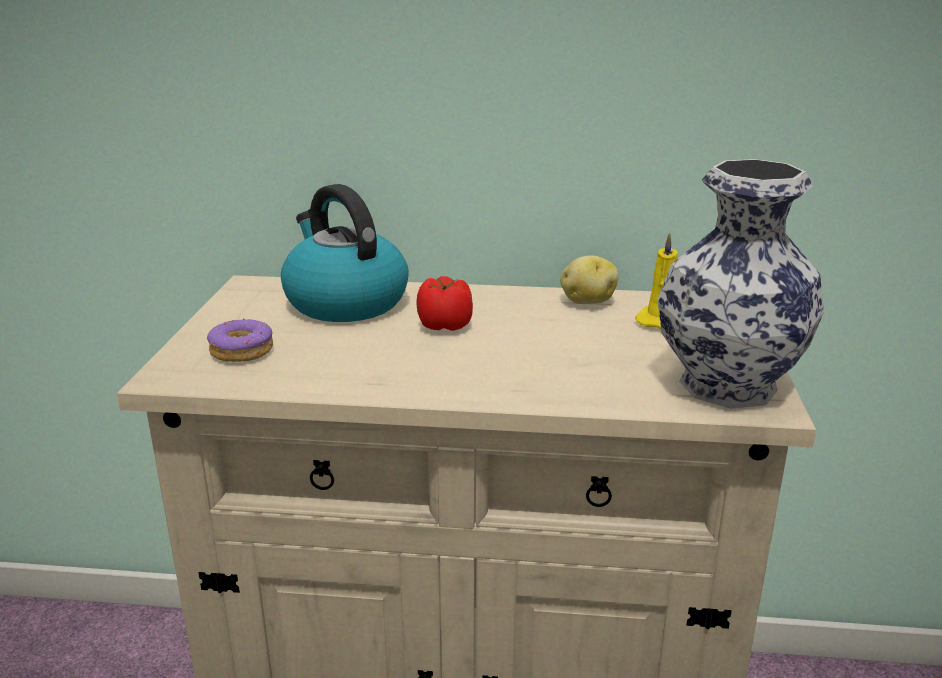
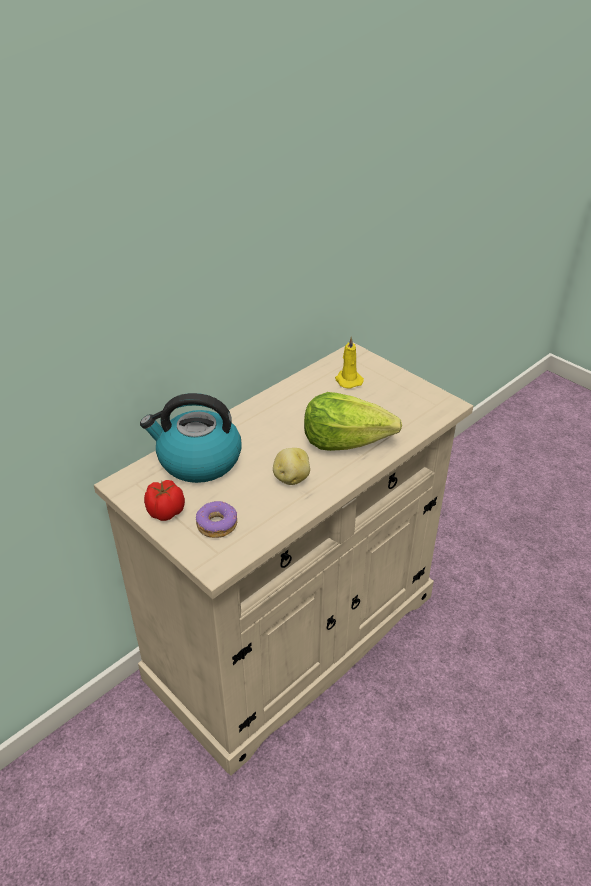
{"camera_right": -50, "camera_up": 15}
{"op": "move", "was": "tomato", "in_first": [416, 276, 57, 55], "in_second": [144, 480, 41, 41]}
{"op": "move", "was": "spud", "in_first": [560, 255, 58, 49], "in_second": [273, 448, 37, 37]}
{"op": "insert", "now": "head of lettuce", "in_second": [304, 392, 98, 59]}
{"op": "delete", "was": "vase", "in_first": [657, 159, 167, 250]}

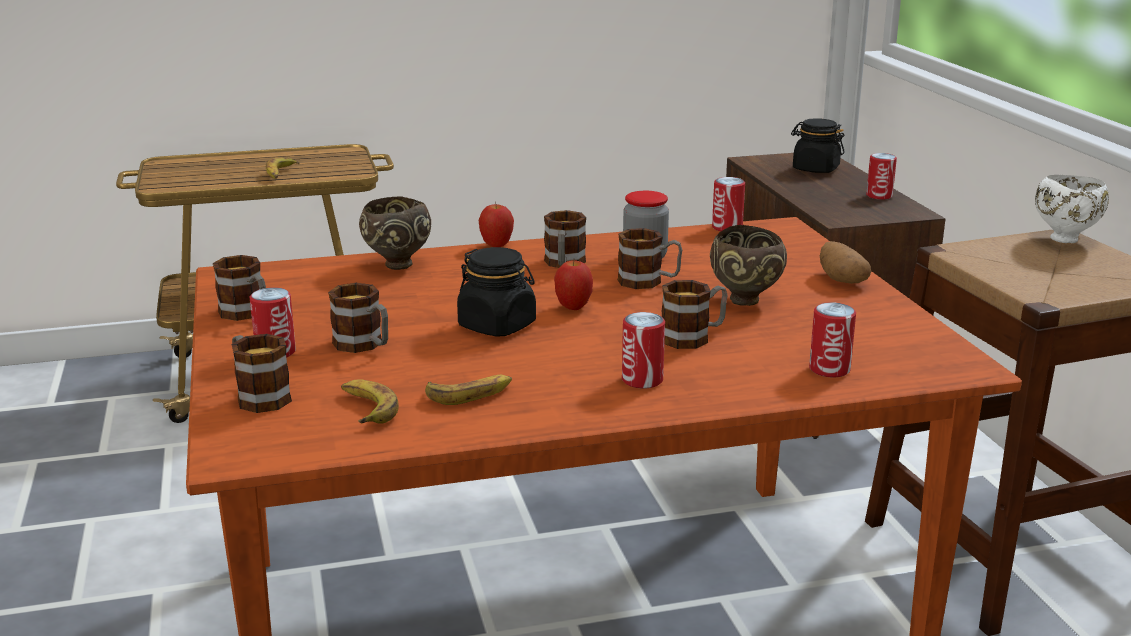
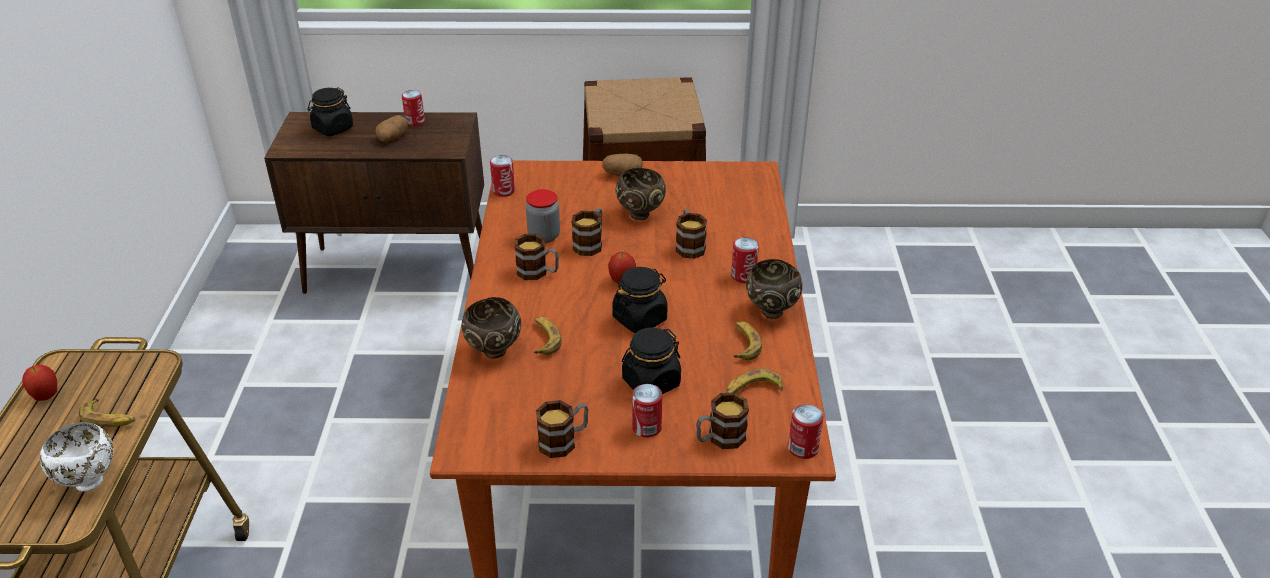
{"camera_right": -75, "camera_up": 15}
{"op": "move", "was": "apple", "in_first": [478, 202, 36, 45], "in_second": [22, 365, 35, 36]}
{"op": "move", "was": "white deep dish", "in_first": [1035, 175, 74, 68], "in_second": [40, 422, 73, 70]}
{"op": "insert", "now": "spud", "in_second": [376, 115, 32, 27]}
{"op": "insert", "now": "banana", "in_second": [533, 317, 29, 38]}
{"op": "replace", "was": "coffee mug", "now": "black-coloured storage jar", "in_first": [328, 283, 60, 70], "in_second": [622, 328, 59, 66]}
{"op": "insert", "now": "brown-coloured deep dish", "in_second": [746, 259, 57, 60]}
{"op": "move", "was": "metal can", "in_first": [809, 302, 47, 75], "in_second": [788, 404, 35, 55]}

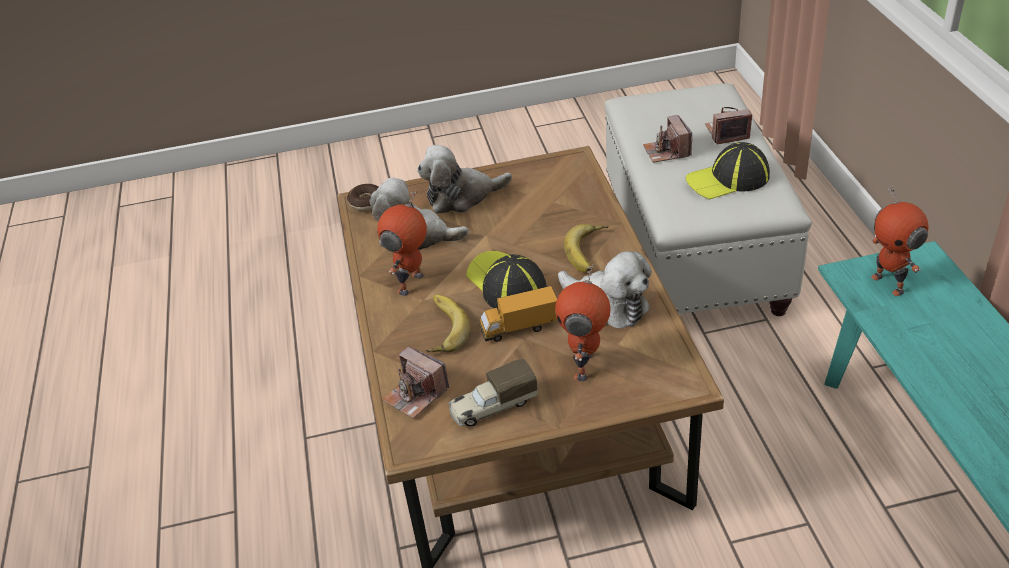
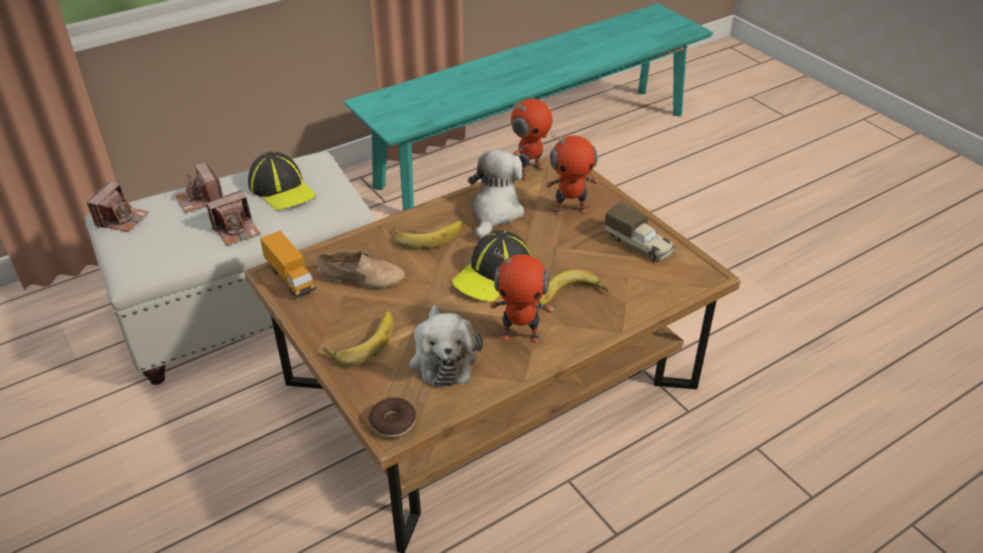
{"camera_right": -115, "camera_up": 0}
{"op": "move", "was": "still camera", "in_first": [382, 346, 68, 73], "in_second": [87, 182, 62, 50]}
{"op": "move", "was": "toy truck", "in_first": [480, 286, 77, 56], "in_second": [260, 231, 56, 67]}
{"op": "insert", "now": "beige-coloured low shoe", "in_second": [317, 251, 88, 38]}
{"op": "replace", "was": "soft toy", "now": "banana", "in_first": [417, 145, 95, 69], "in_second": [323, 311, 71, 55]}
{"op": "move", "was": "toy robot", "in_first": [871, 186, 58, 110], "in_second": [511, 98, 41, 82]}

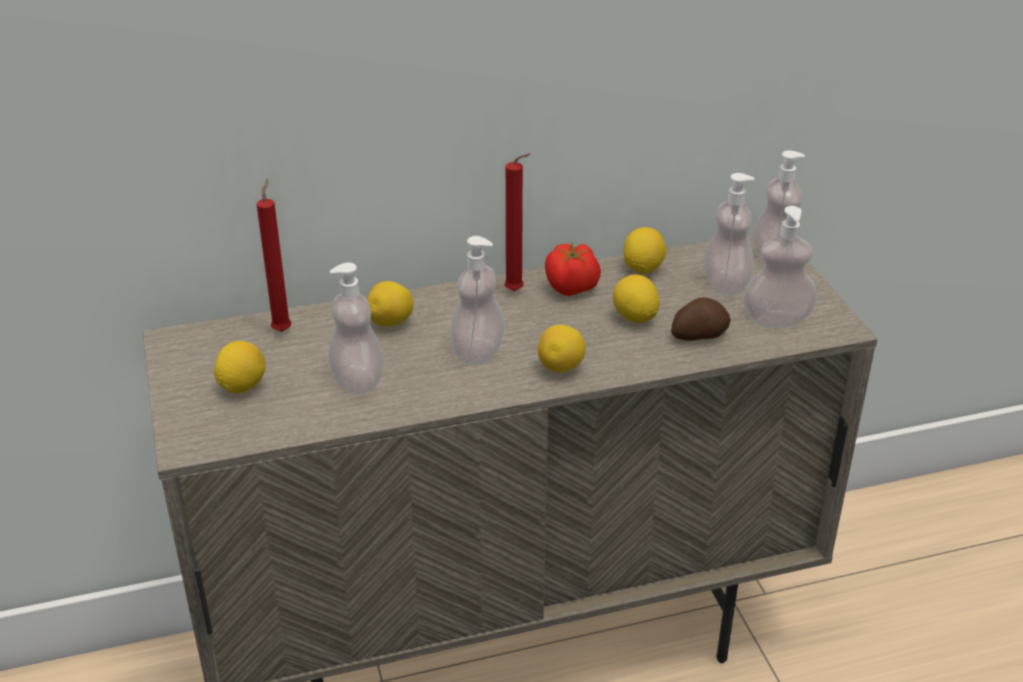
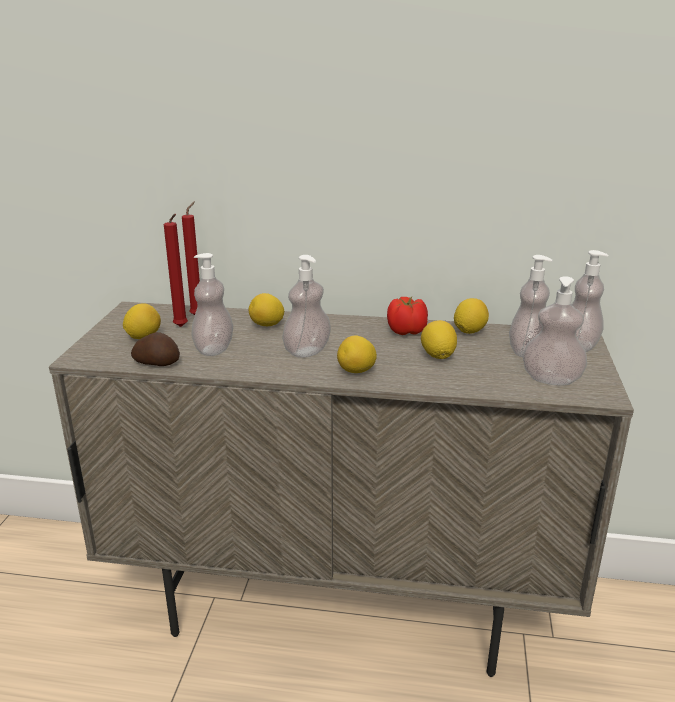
{"camera_right": 25, "camera_up": -10}
{"op": "move", "was": "spud", "in_first": [671, 297, 60, 43], "in_second": [131, 332, 49, 34]}
{"op": "move", "was": "red wax candle", "in_first": [504, 153, 27, 138], "in_second": [164, 214, 24, 113]}

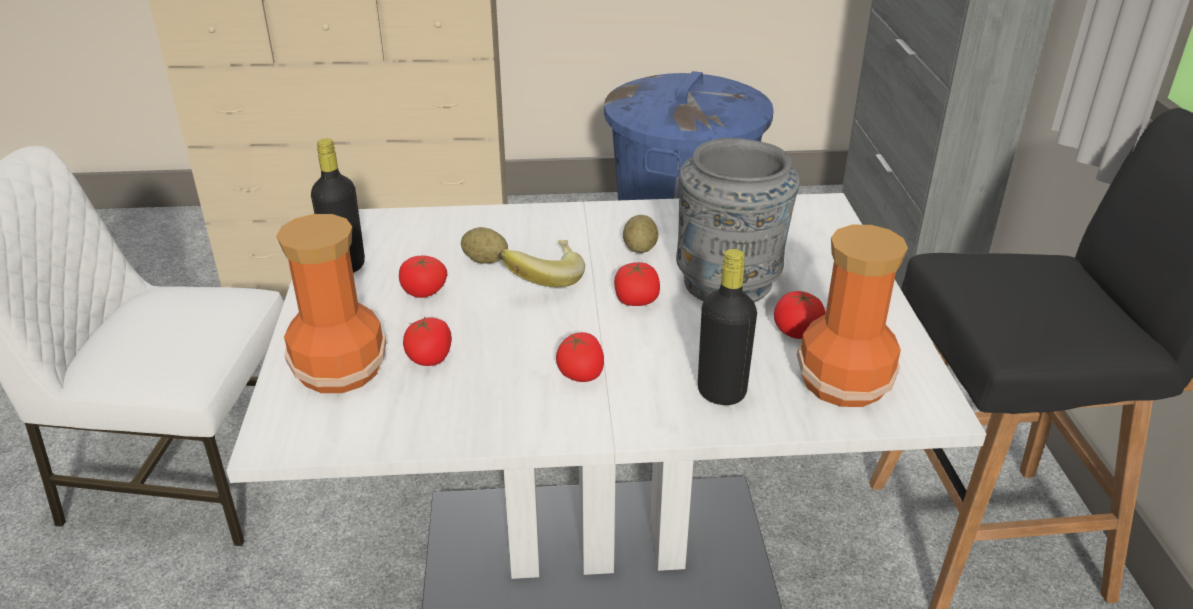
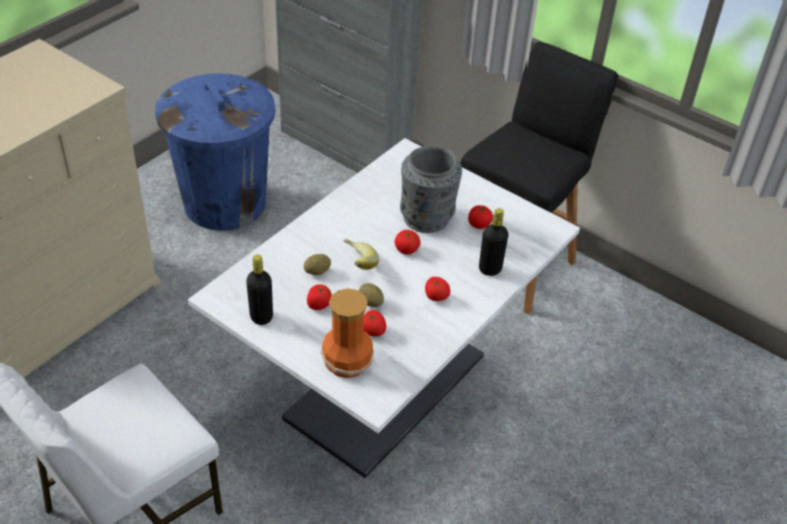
{"camera_right": -50, "camera_up": 10}
{"op": "move", "was": "spud", "in_first": [623, 215, 35, 38], "in_second": [359, 283, 25, 24]}
{"op": "delete", "was": "vase", "in_first": [797, 225, 111, 182]}

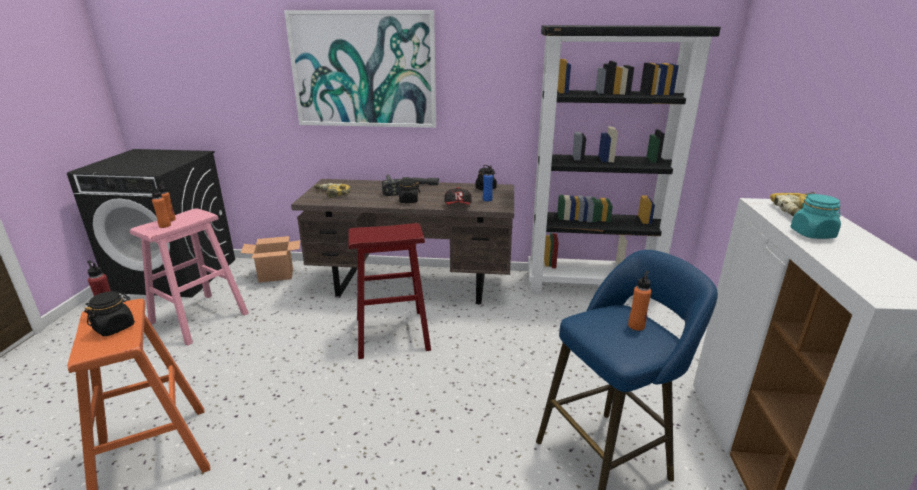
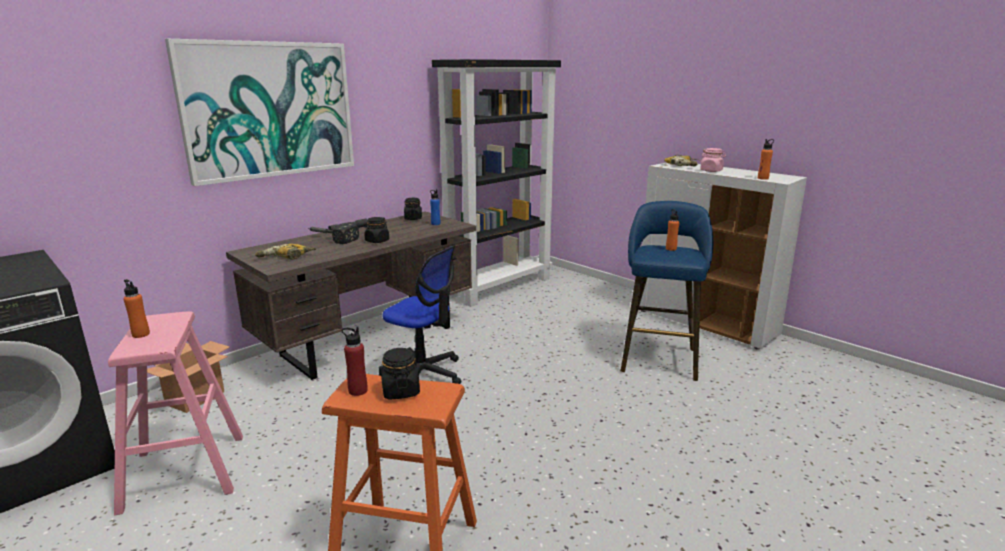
{"camera_right": -50, "camera_up": -5}
{"op": "replace", "was": "red stool seat", "now": "computer chair", "in_first": [348, 223, 83, 136], "in_second": [379, 246, 82, 138]}
{"op": "recolor", "was": "turquoise-coloured storage jar", "now": "pink-coloured storage jar", "in_first": [790, 194, 51, 45], "in_second": [700, 148, 26, 24]}
{"op": "move", "was": "orange drink bottle", "in_first": [150, 187, 21, 41], "in_second": [758, 139, 16, 41]}
{"op": "delete", "was": "baseball cap", "in_first": [444, 187, 28, 18]}

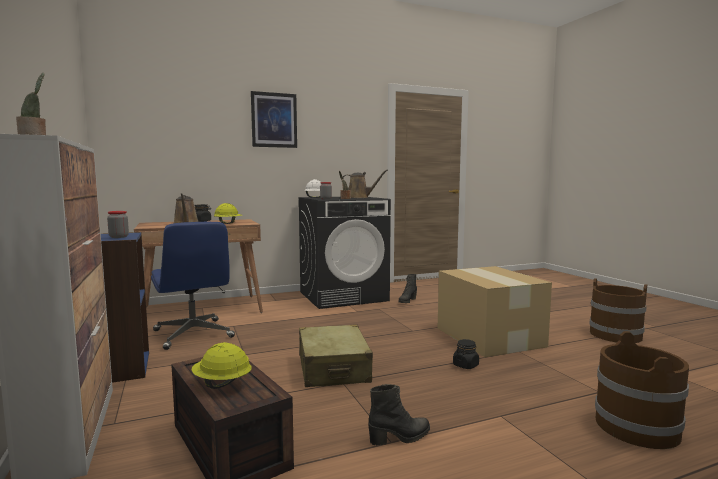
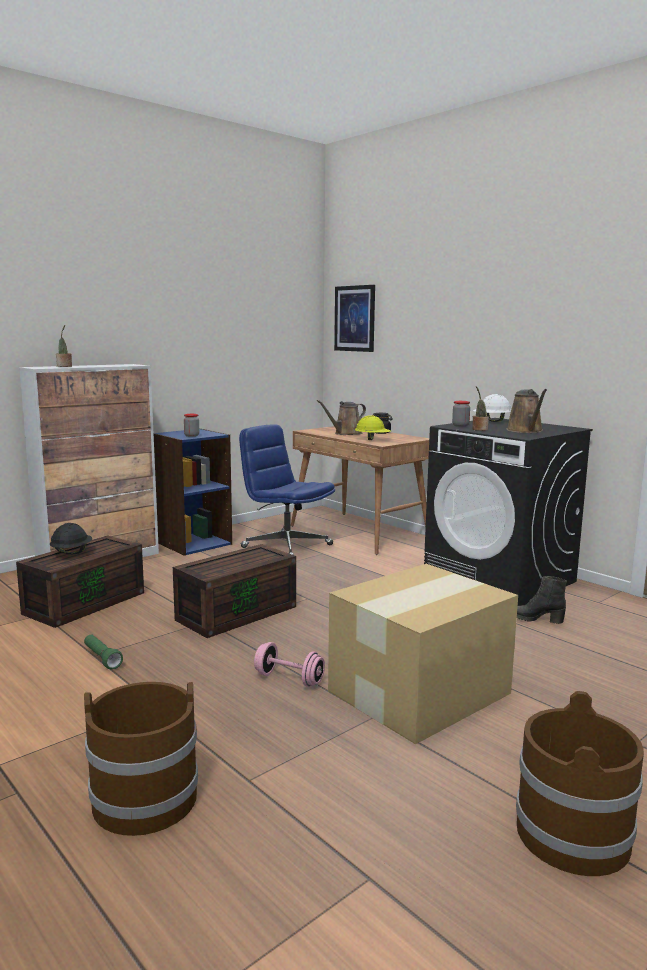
{"camera_right": 70, "camera_up": 5}
{"op": "recolor", "was": "yellow work helmet", "now": "black-coloured work helmet", "in_first": [192, 342, 60, 47], "in_second": [50, 523, 42, 31]}
{"op": "replace", "was": "black-coloured boot", "now": "green torch", "in_first": [368, 384, 62, 61], "in_second": [84, 635, 39, 34]}
{"op": "replace", "was": "beige-coloured travel case", "now": "brown-coloured storage container", "in_first": [299, 324, 74, 63], "in_second": [173, 544, 123, 94]}
{"op": "rotate", "was": "blue computer chair", "in_first": [151, 222, 84, 128], "in_second": [239, 424, 96, 131], "clockwise": 90}
{"op": "replace", "was": "black-coloured storage jar", "now": "pink-coloured hand weight", "in_first": [453, 339, 26, 30], "in_second": [254, 642, 71, 45]}
{"op": "move", "was": "picture", "in_first": [251, 91, 46, 57], "in_second": [334, 285, 41, 67]}

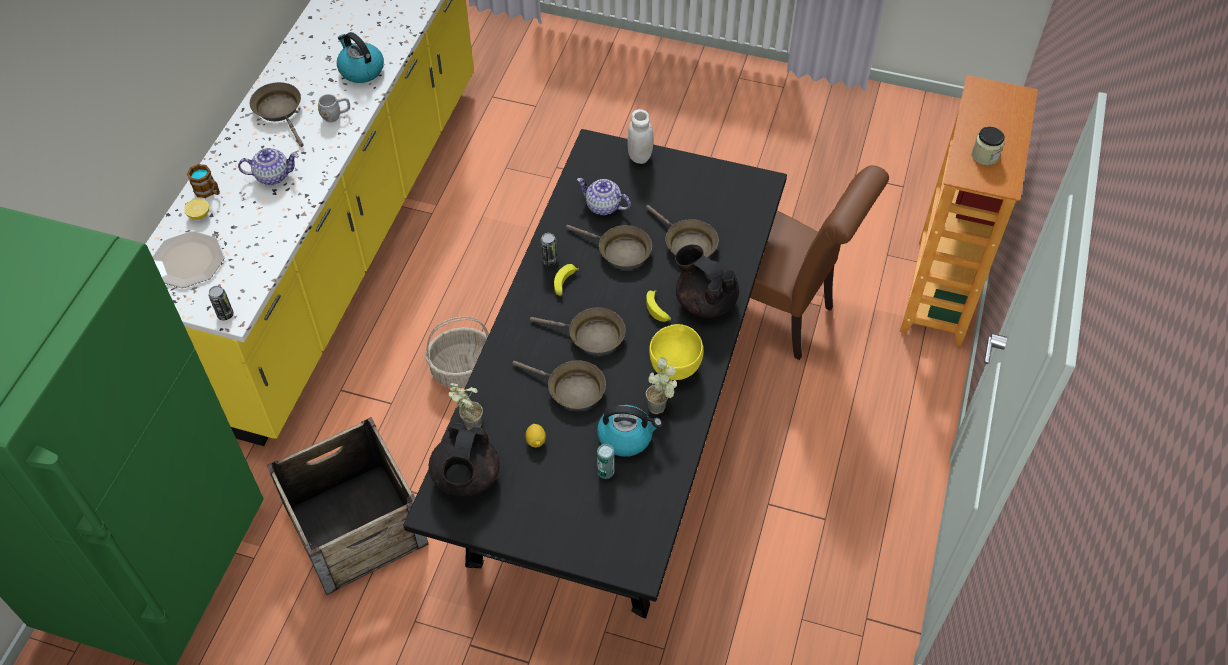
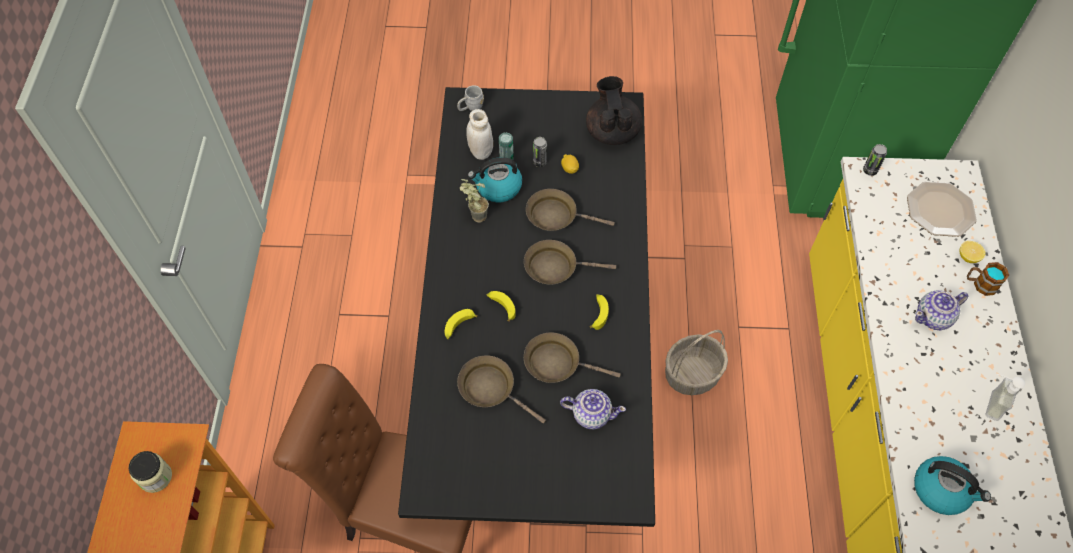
{"camera_right": 165, "camera_up": 5}
{"op": "replace", "was": "black-coloured pot for tea", "now": "banana", "in_first": [675, 244, 64, 74], "in_second": [445, 309, 33, 30]}
{"op": "move", "was": "greyish coffee mug", "in_first": [318, 94, 32, 28], "in_second": [457, 85, 27, 26]}
{"op": "move", "was": "white storage jar", "in_first": [627, 109, 27, 55], "in_second": [466, 109, 27, 51]}
{"op": "move", "was": "metal can", "in_first": [541, 233, 16, 33], "in_second": [533, 137, 14, 30]}
{"op": "replace", "was": "brown-coloured pan", "now": "liquid soap bottle", "in_first": [250, 82, 54, 65], "in_second": [986, 374, 39, 47]}
{"op": "delete", "was": "shipping crate", "in_first": [267, 417, 162, 178]}
{"op": "delete", "was": "houseplant", "in_first": [448, 383, 35, 47]}
{"op": "delete", "was": "yellow deep dish", "in_first": [649, 324, 54, 56]}

